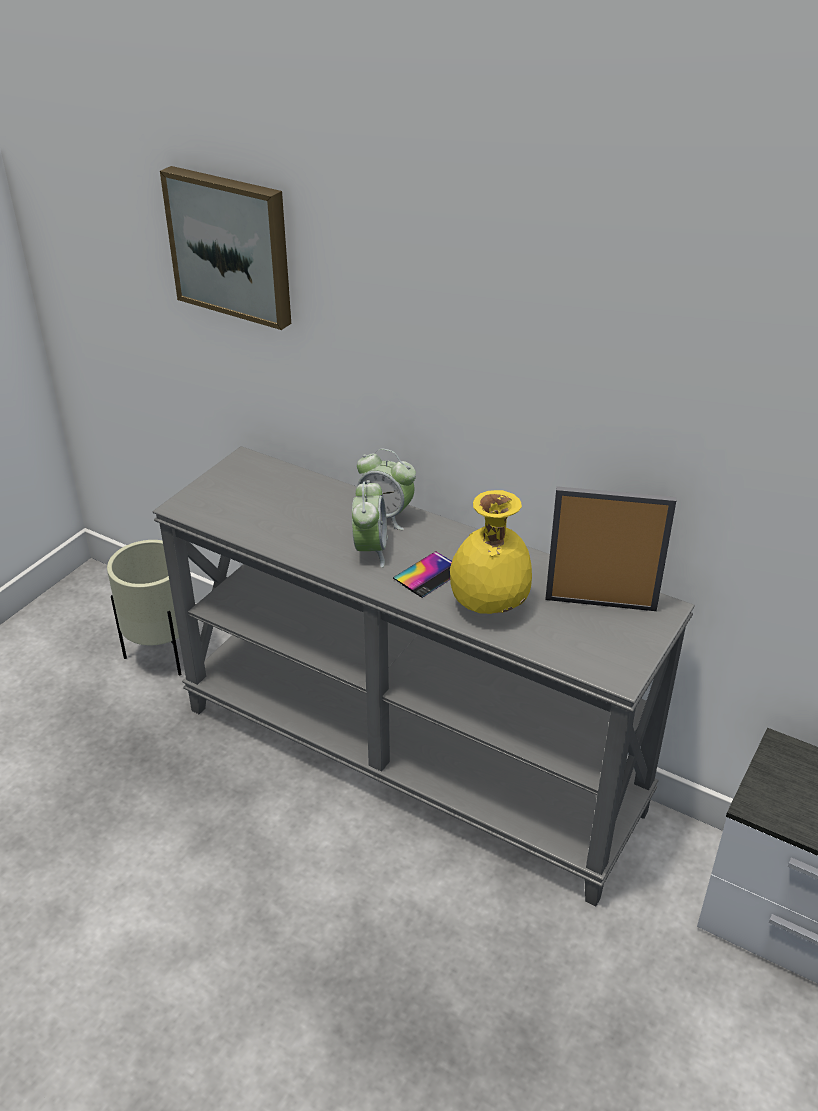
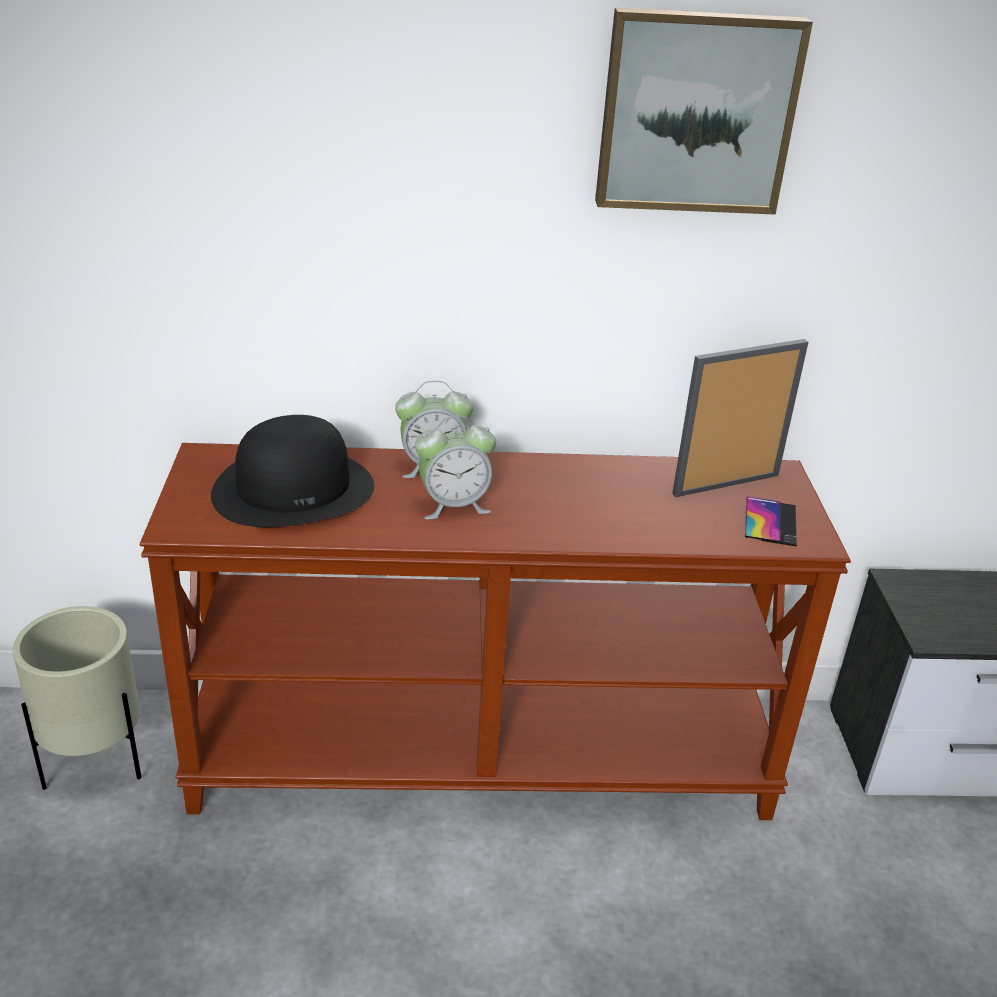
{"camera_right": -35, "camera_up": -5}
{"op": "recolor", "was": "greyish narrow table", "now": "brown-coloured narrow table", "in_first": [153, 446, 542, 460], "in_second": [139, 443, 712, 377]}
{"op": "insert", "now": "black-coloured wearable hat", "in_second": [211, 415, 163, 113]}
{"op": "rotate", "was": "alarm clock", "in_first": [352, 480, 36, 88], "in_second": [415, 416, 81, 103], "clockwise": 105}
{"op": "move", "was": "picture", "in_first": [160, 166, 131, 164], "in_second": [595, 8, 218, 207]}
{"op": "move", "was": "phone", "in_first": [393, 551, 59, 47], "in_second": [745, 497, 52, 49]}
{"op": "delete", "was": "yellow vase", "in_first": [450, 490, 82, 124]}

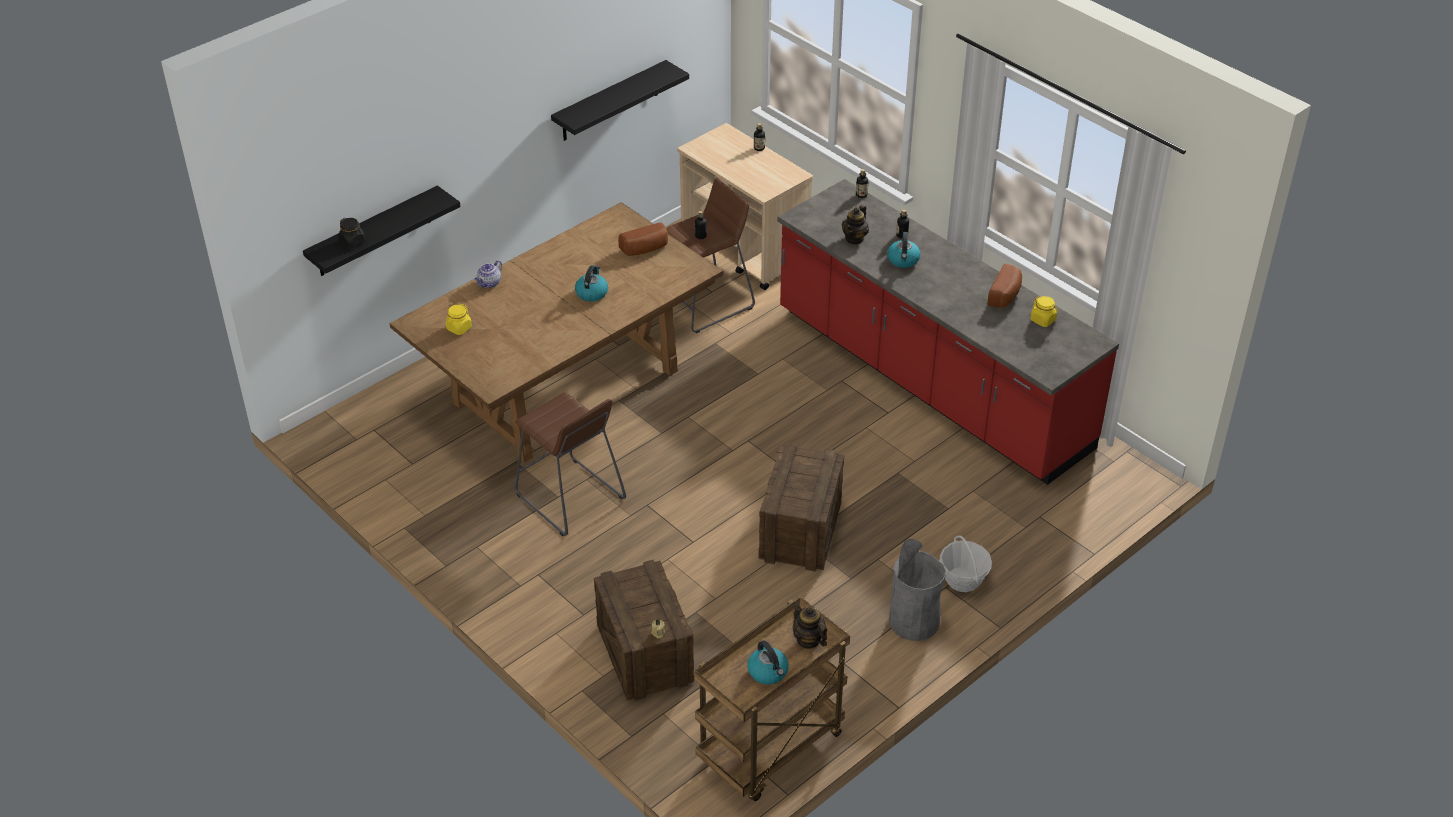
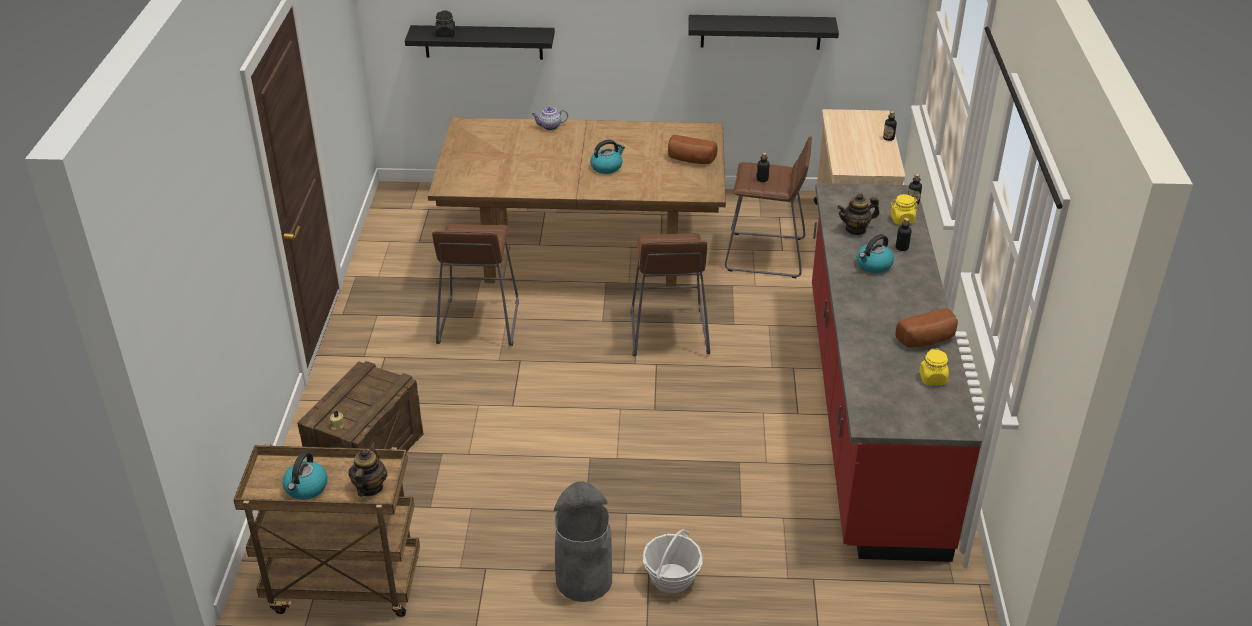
{"camera_right": 45, "camera_up": -5}
{"op": "insert", "now": "brown-coloured stool seat", "in_second": [631, 233, 79, 123]}
{"op": "move", "was": "yellow storage jar", "in_first": [446, 304, 26, 31], "in_second": [890, 194, 28, 31]}
{"op": "delete", "was": "shipping crate", "in_first": [758, 443, 86, 129]}

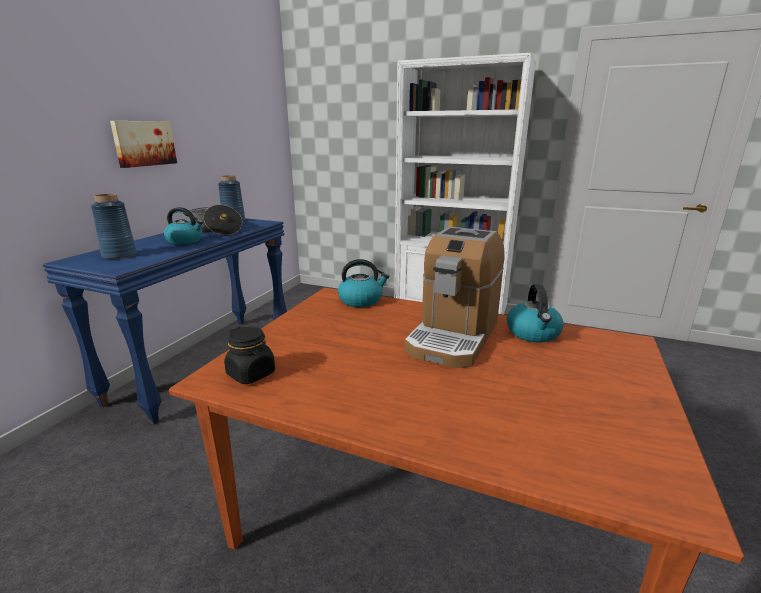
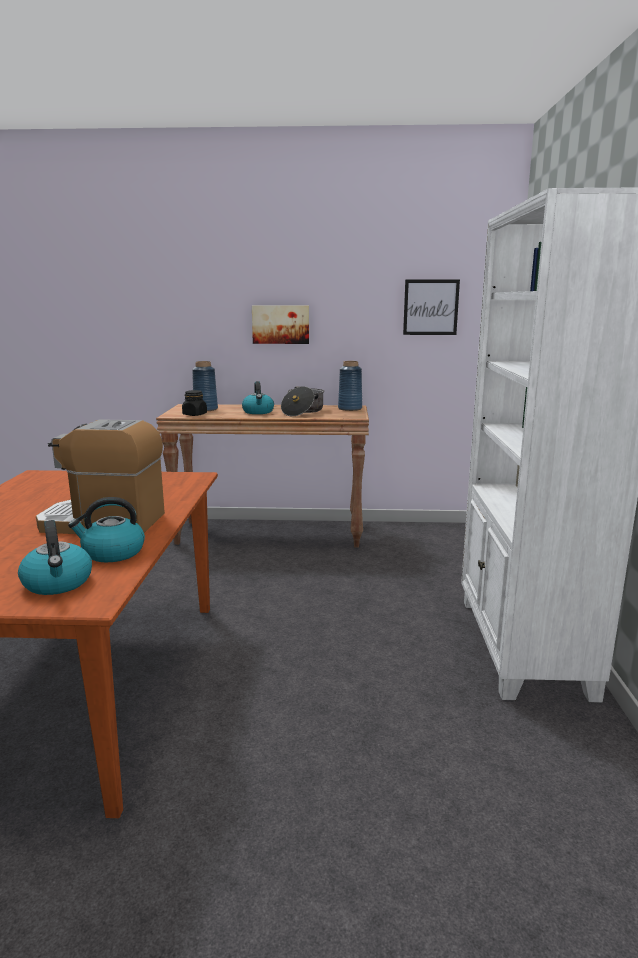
{"camera_right": 70, "camera_up": -5}
{"op": "move", "was": "kettle", "in_first": [338, 259, 51, 48], "in_second": [18, 520, 74, 75]}
{"op": "recolor", "was": "blue narrow table", "now": "brown-coloured narrow table", "in_first": [43, 218, 244, 206], "in_second": [156, 404, 213, 144]}
{"op": "move", "was": "black-coloured storage jar", "in_first": [224, 327, 51, 57], "in_second": [182, 390, 25, 26]}
{"op": "insert", "now": "picture", "in_second": [403, 280, 57, 55]}

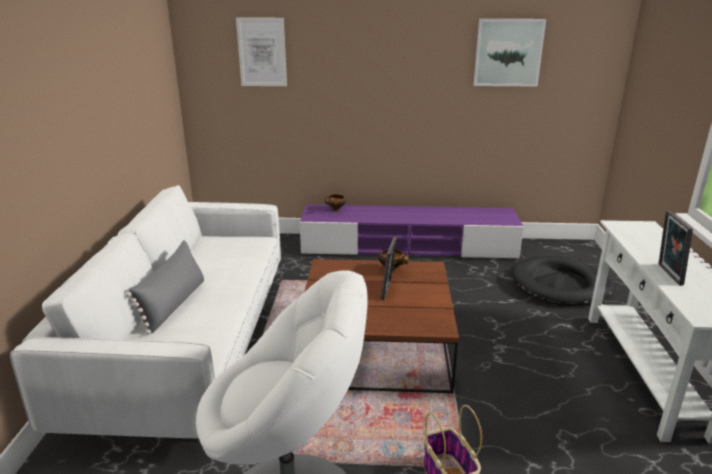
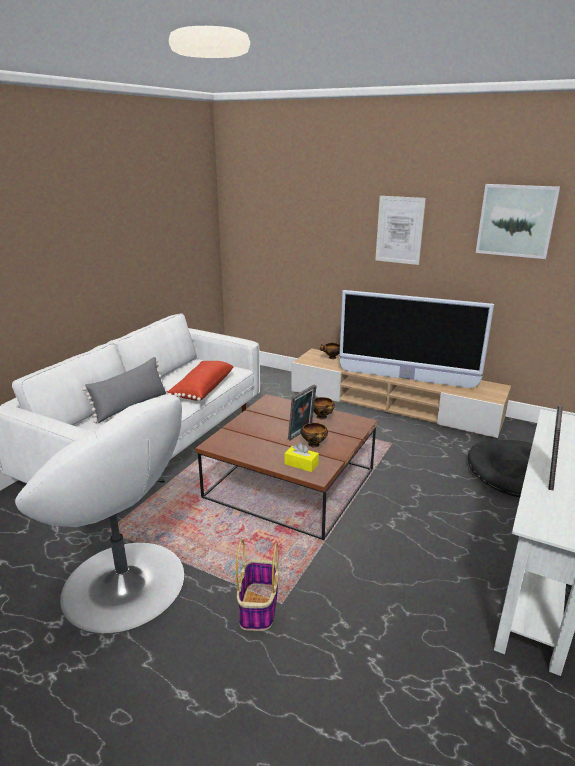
{"camera_right": 25, "camera_up": 0}
{"op": "insert", "now": "red throw pillow", "in_second": [167, 361, 67, 40]}
{"op": "insert", "now": "yellow tissue holder", "in_second": [284, 442, 35, 30]}
{"op": "recolor", "was": "purple-coloured media console", "now": "beige-coloured media console", "in_first": [300, 204, 224, 55], "in_second": [291, 348, 220, 90]}
{"op": "insert", "now": "deep dish", "in_second": [301, 423, 27, 25]}
{"op": "insert", "now": "television", "in_second": [339, 290, 155, 98]}
{"op": "move", "was": "picture", "in_first": [236, 18, 51, 68], "in_second": [375, 196, 51, 69]}

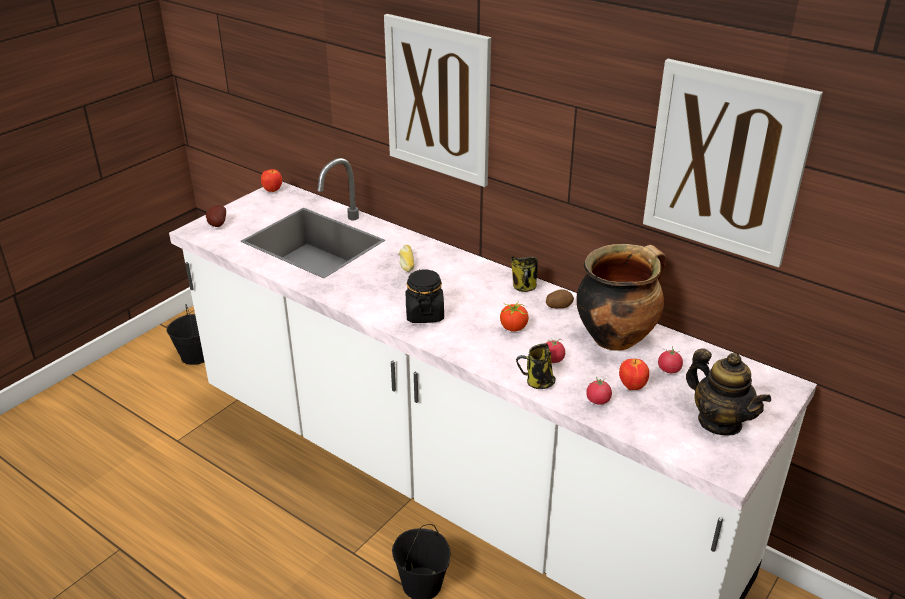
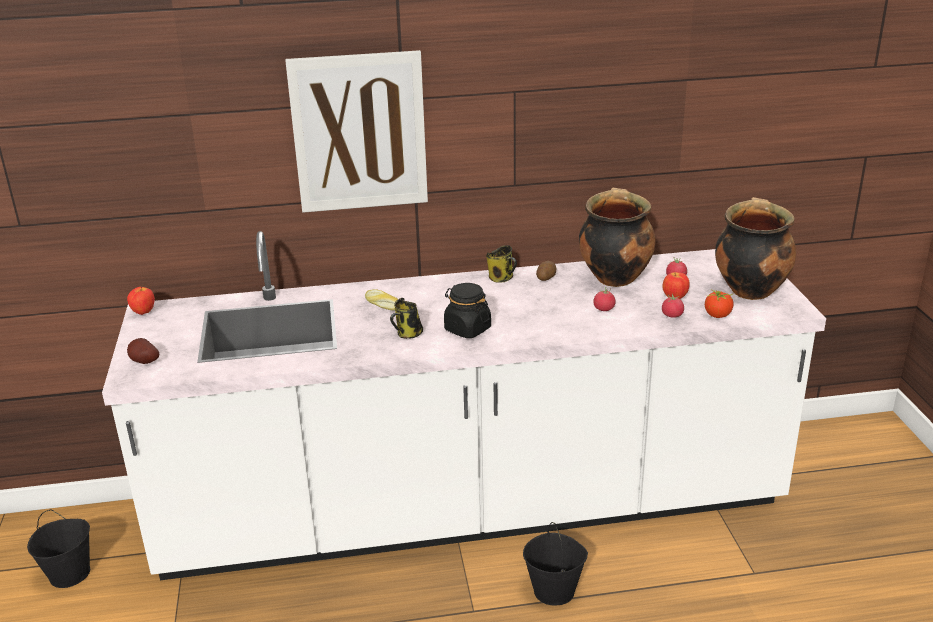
{"camera_right": -45, "camera_up": -5}
{"op": "move", "was": "coffee mug", "in_first": [516, 343, 40, 46], "in_second": [390, 298, 33, 41]}
{"op": "move", "was": "tomato", "in_first": [500, 302, 29, 30], "in_second": [705, 289, 29, 29]}
{"op": "replace", "was": "pot for tea", "now": "saucepot", "in_first": [686, 348, 85, 88], "in_second": [715, 197, 81, 103]}
{"op": "delete", "was": "picture", "in_first": [643, 59, 180, 209]}

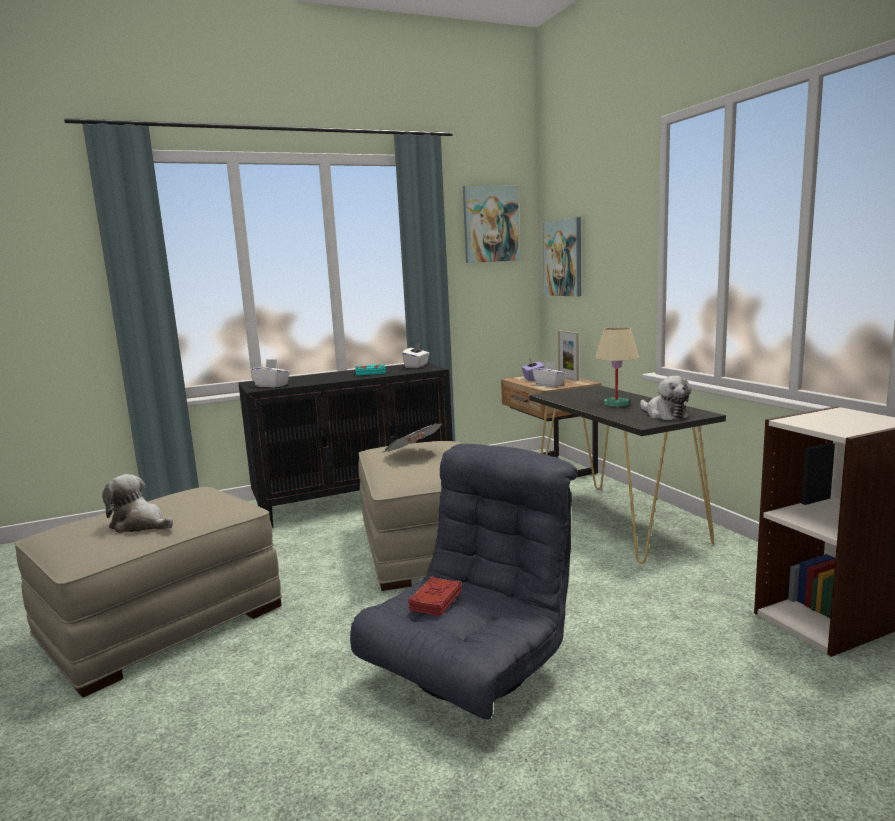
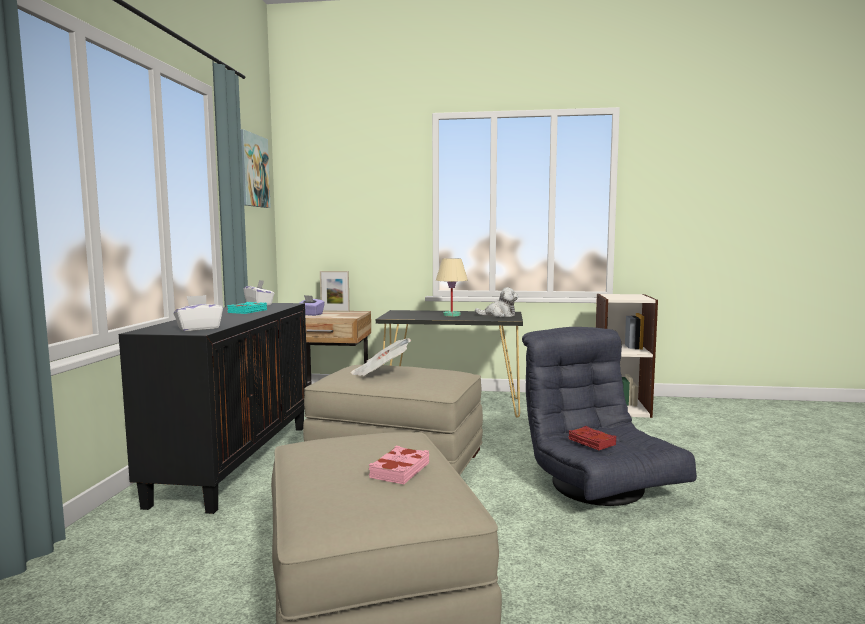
{"camera_right": -60, "camera_up": -5}
{"op": "replace", "was": "soft toy", "now": "pink-coloured book", "in_first": [102, 474, 71, 59], "in_second": [369, 446, 60, 38]}
{"op": "delete", "was": "white tissue holder", "in_first": [532, 361, 34, 26]}
{"op": "delete", "was": "picture", "in_first": [543, 217, 38, 80]}

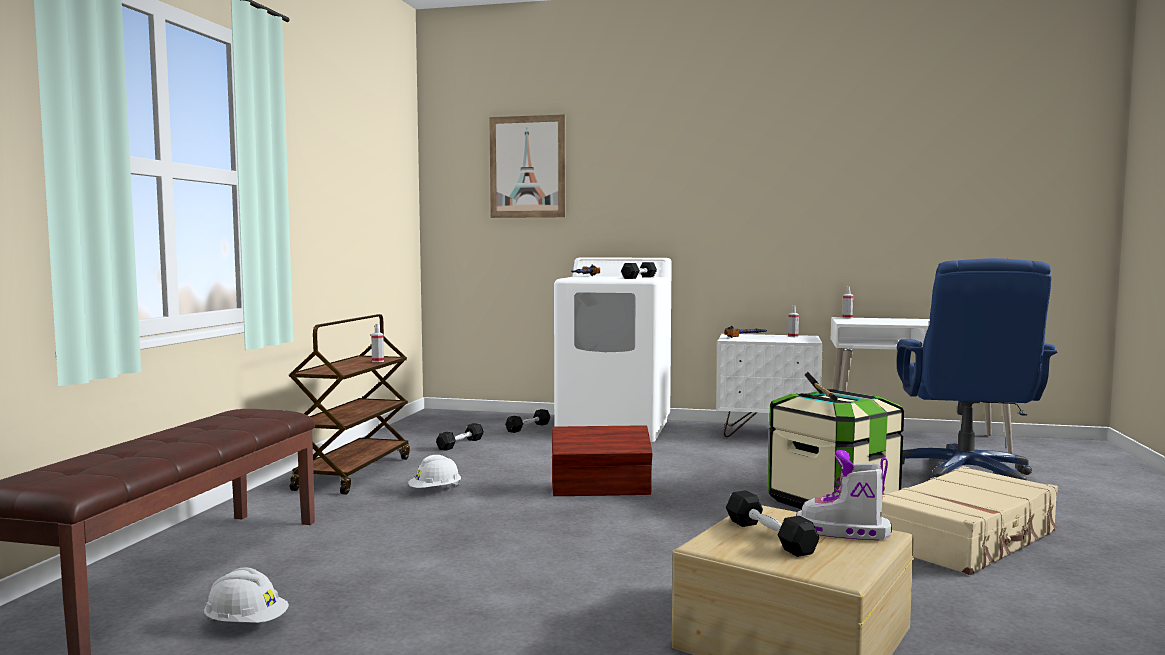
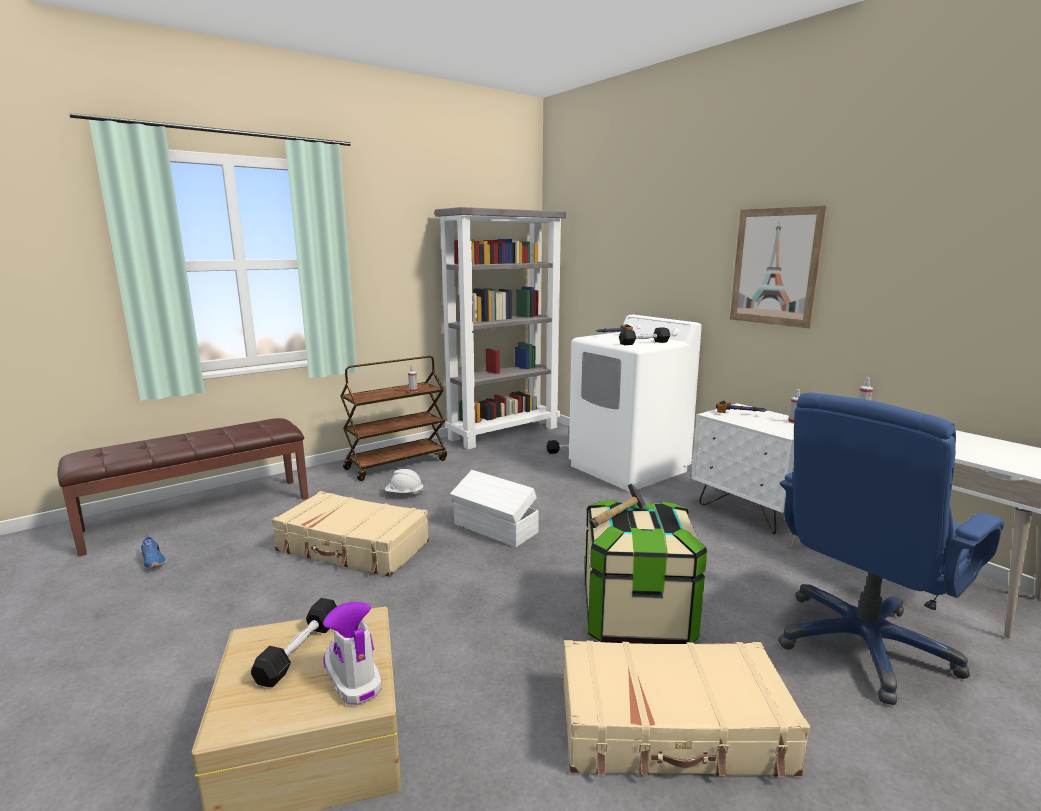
{"camera_right": 40, "camera_up": 10}
{"op": "replace", "was": "white work helmet", "now": "blue low shoe", "in_first": [204, 567, 85, 56], "in_second": [141, 535, 25, 35]}
{"op": "insert", "now": "beige-coloured travel case", "in_second": [272, 491, 157, 86]}
{"op": "insert", "now": "greyish shelving unit", "in_second": [435, 207, 131, 242]}
{"op": "recolor", "was": "brown-coloured storage container", "now": "white storage container", "in_first": [552, 426, 100, 70], "in_second": [450, 470, 89, 77]}
{"op": "move", "was": "picture", "in_first": [489, 114, 77, 104], "in_second": [730, 206, 97, 123]}
{"op": "delete", "was": "black-coloured hand weight", "in_first": [436, 423, 48, 28]}

